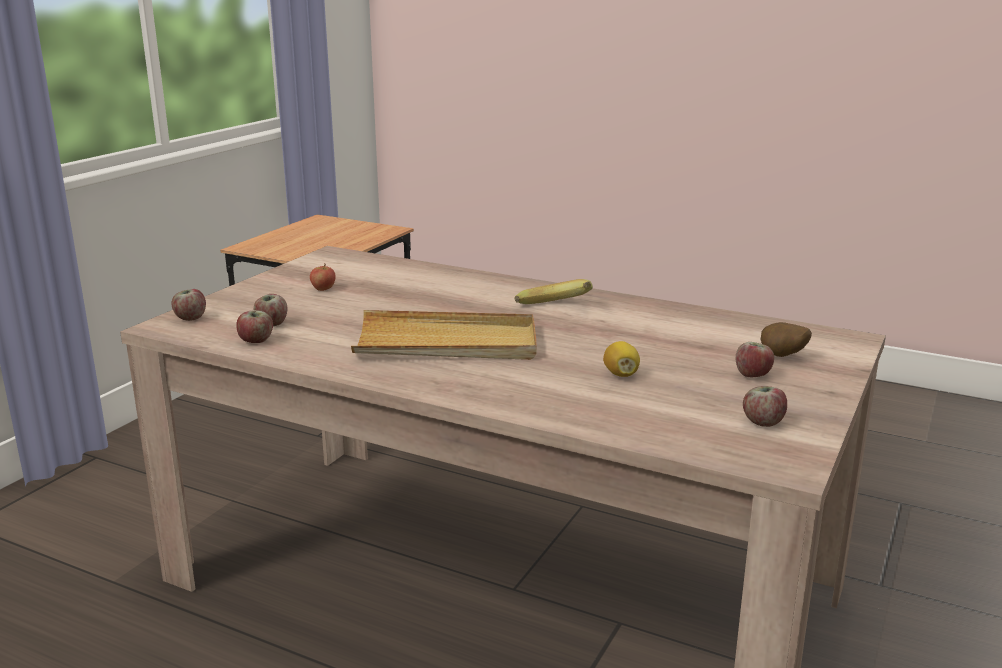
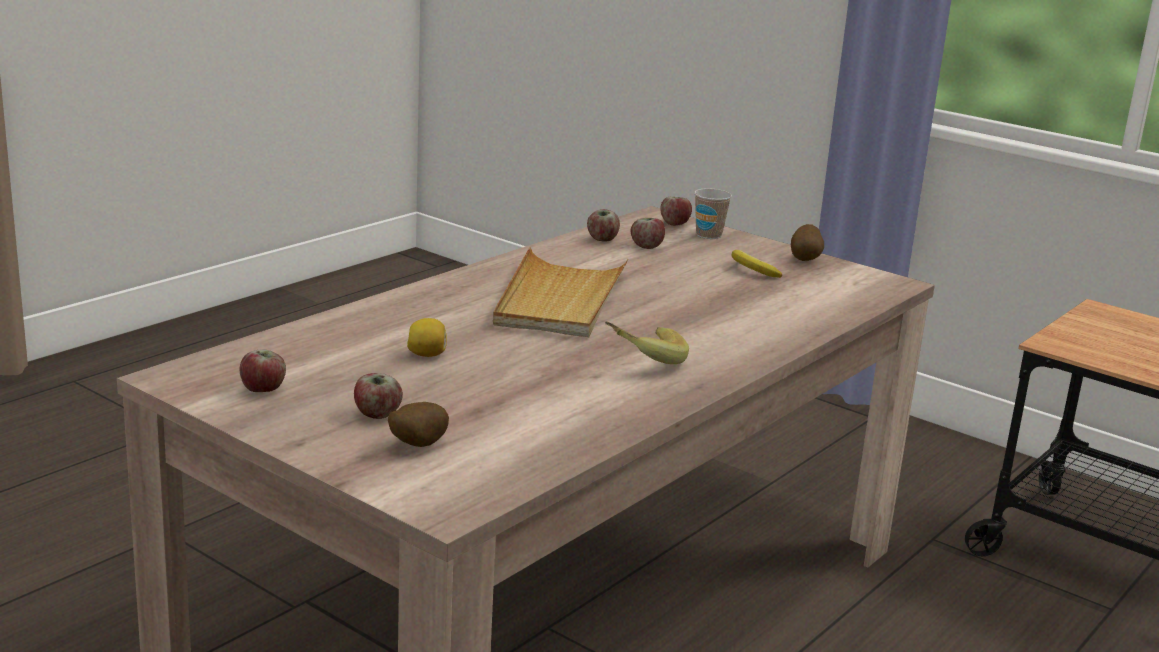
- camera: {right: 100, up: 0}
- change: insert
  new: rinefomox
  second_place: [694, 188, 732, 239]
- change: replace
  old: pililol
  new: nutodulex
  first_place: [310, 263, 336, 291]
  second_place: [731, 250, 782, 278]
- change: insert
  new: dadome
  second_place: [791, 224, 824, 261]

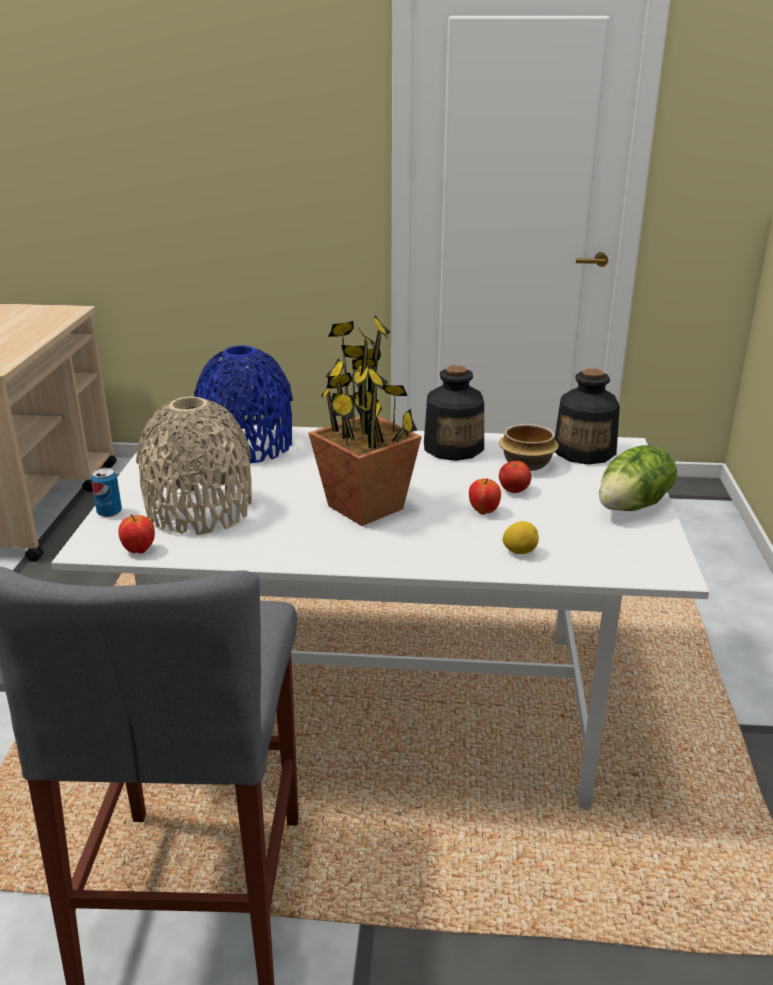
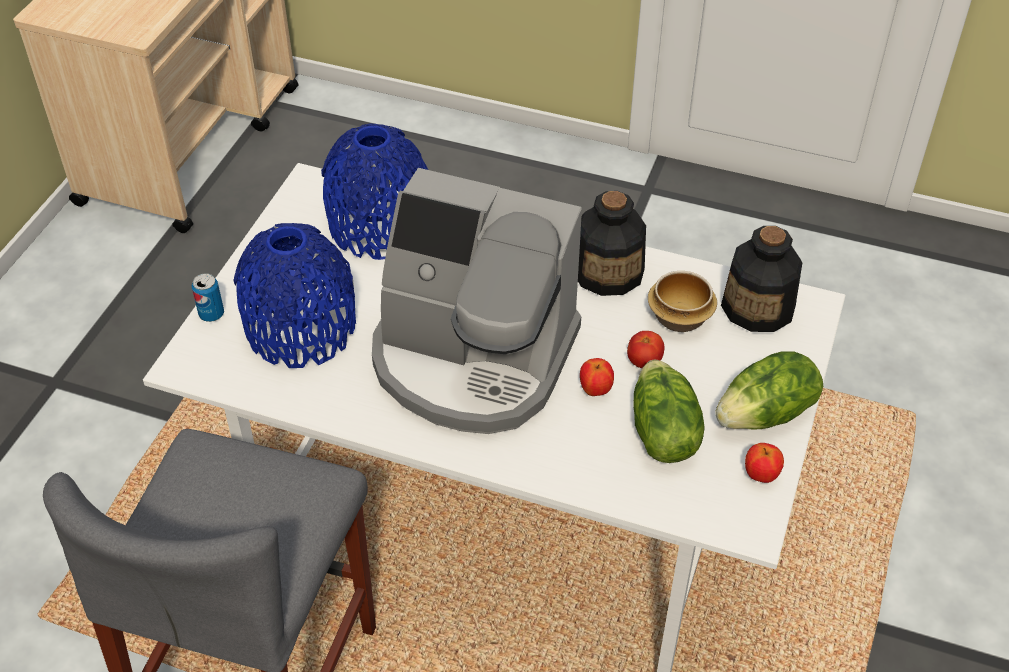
- camera: {right: 15, up: 20}
- change: recolor
  old: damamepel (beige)
  new: damamepel (blue)
  first_place: [136, 397, 252, 535]
  second_place: [233, 223, 356, 368]
- change: replace
  old: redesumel
  new: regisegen
  first_place: [308, 315, 422, 526]
  second_place: [372, 168, 582, 434]
- change: insert
  new: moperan
  second_place: [634, 360, 705, 463]
- change: move
  old: pililol
  first_place: [118, 514, 155, 554]
  second_place: [745, 443, 784, 483]
- change: delete
  old: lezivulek
  first_place: [503, 521, 539, 554]

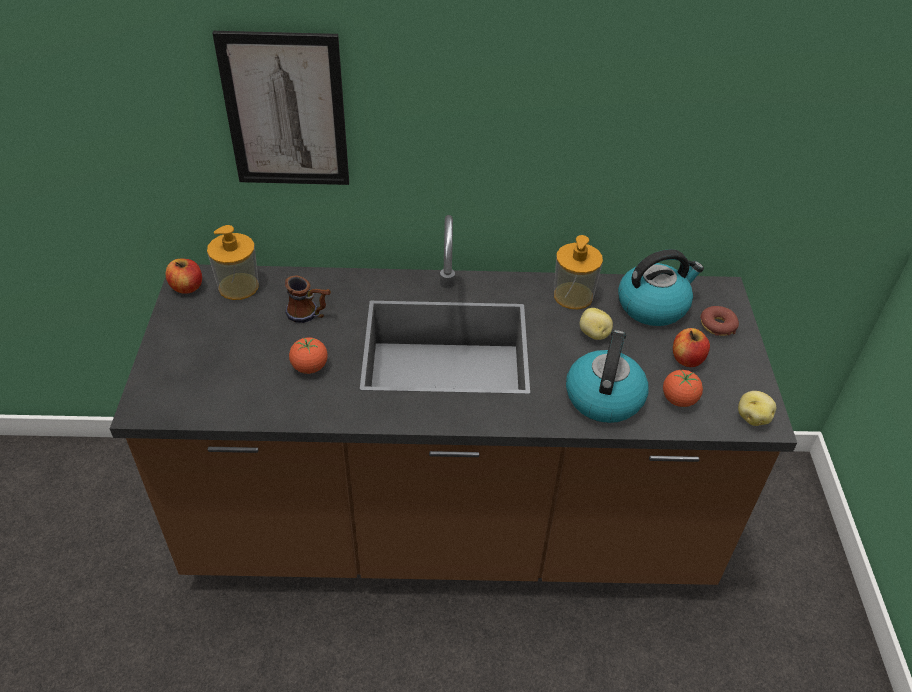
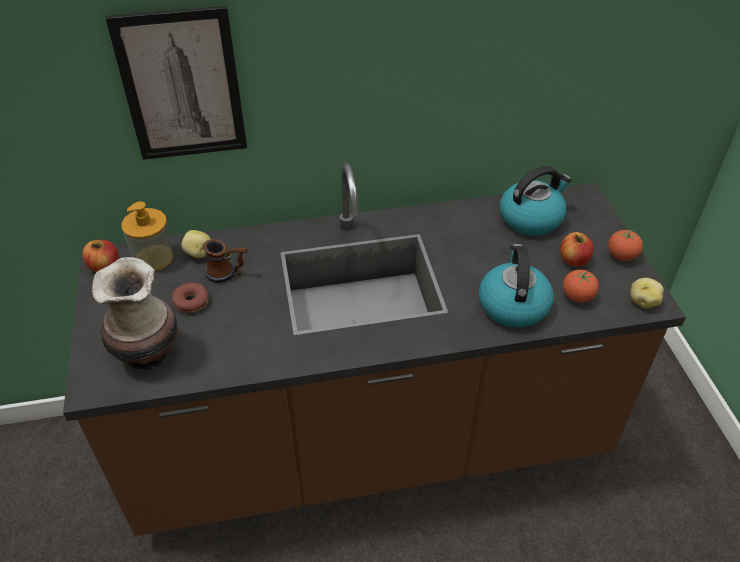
- camera: {right: -10, up: 0}
- change: insert
  new: damamepel
  second_place: [92, 257, 178, 370]
- change: move
  old: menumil
  first_place: [700, 306, 739, 336]
  second_place: [172, 283, 209, 313]
- change: move
  old: dadome
  first_place: [580, 308, 613, 340]
  second_place: [181, 230, 211, 258]
- change: move
  old: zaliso
  first_place: [289, 337, 328, 374]
  second_place: [608, 230, 643, 261]
- change: delete
  old: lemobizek
  first_place: [554, 235, 603, 309]

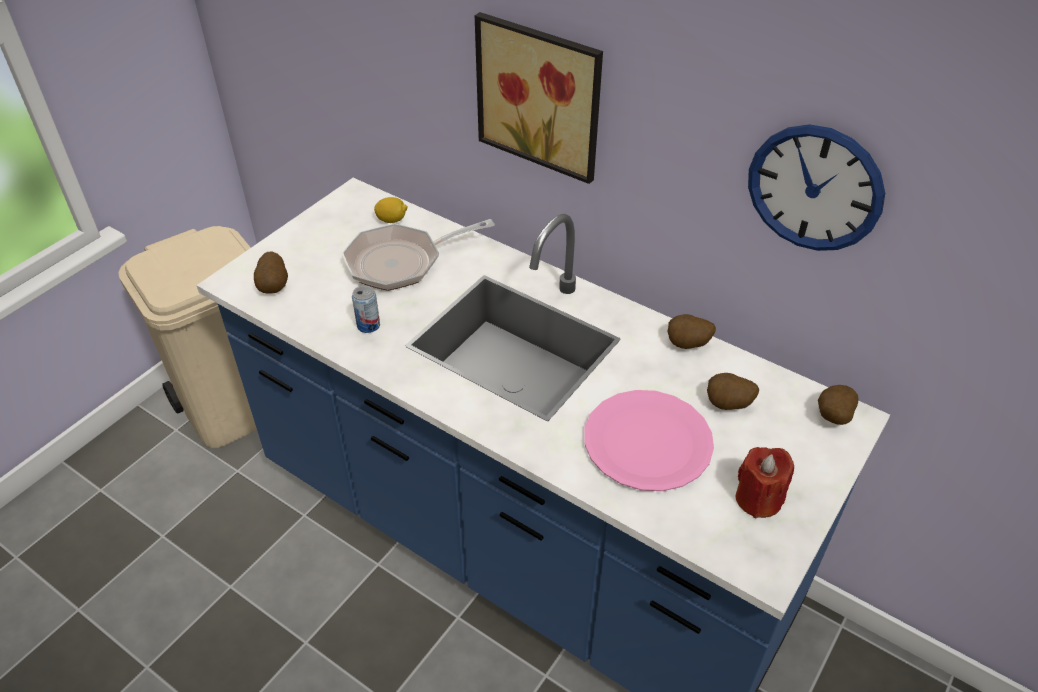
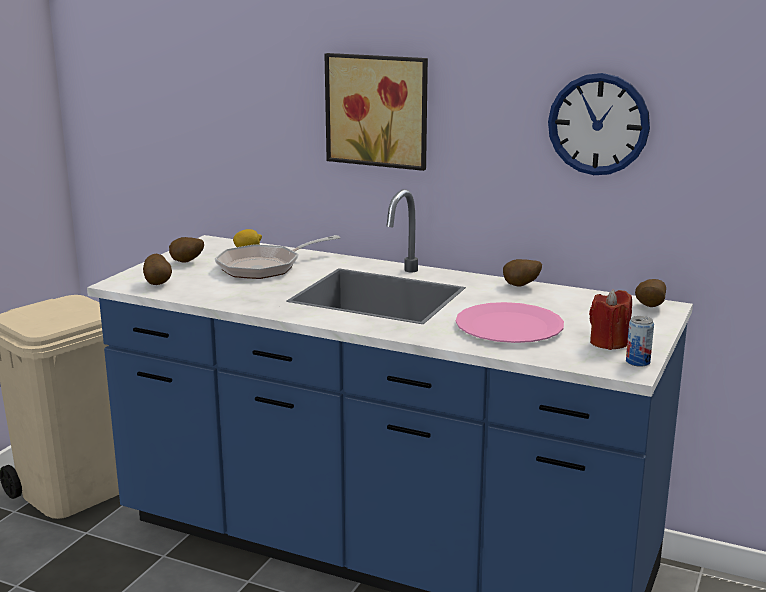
- camera: {right: -10, up: -25}
- change: move
  old: dadome
  first_place: [707, 373, 759, 410]
  second_place: [169, 237, 204, 262]
- change: move
  old: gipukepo
  first_place: [352, 286, 380, 333]
  second_place: [626, 316, 654, 367]

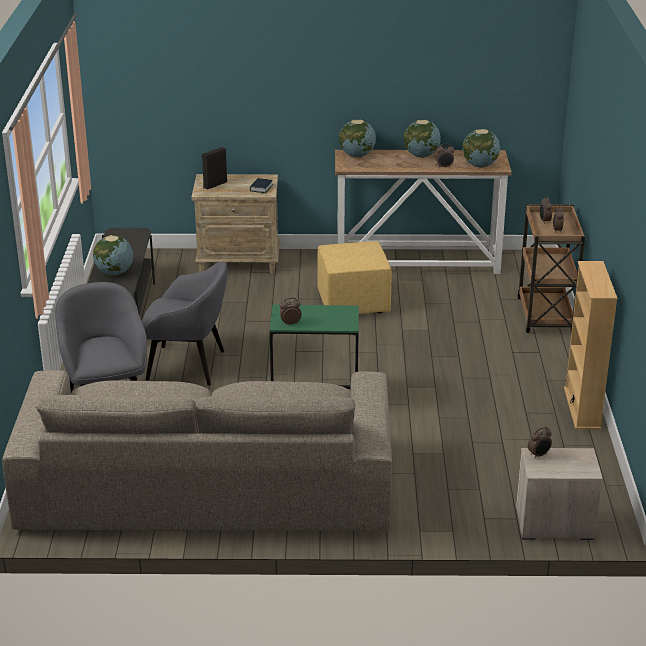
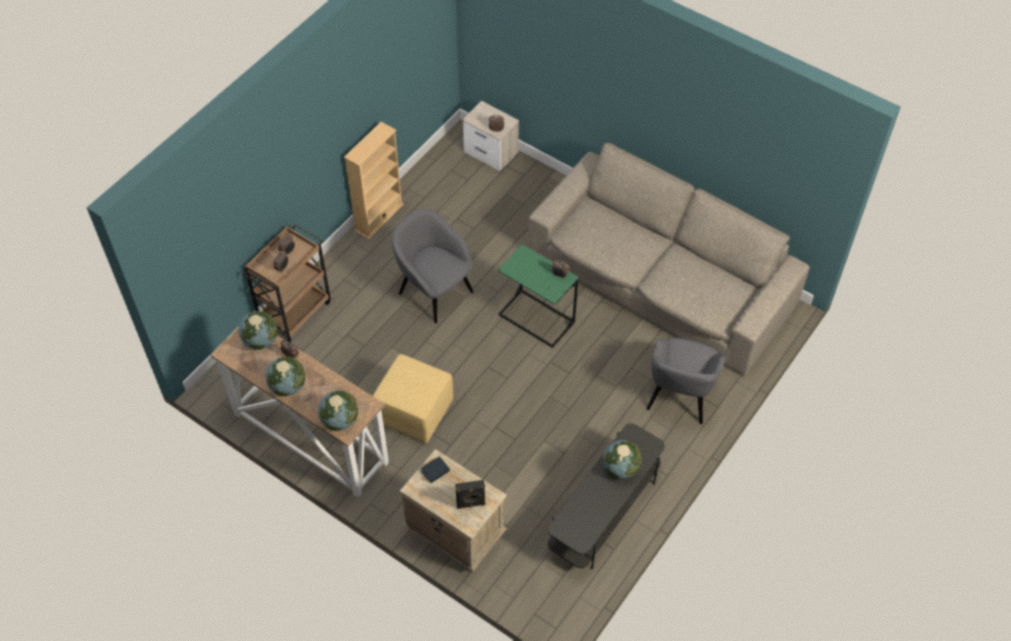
- camera: {right: -145, up: 25}
- change: move
  old: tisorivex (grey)
  first_place: [142, 262, 228, 386]
  second_place: [391, 209, 473, 324]

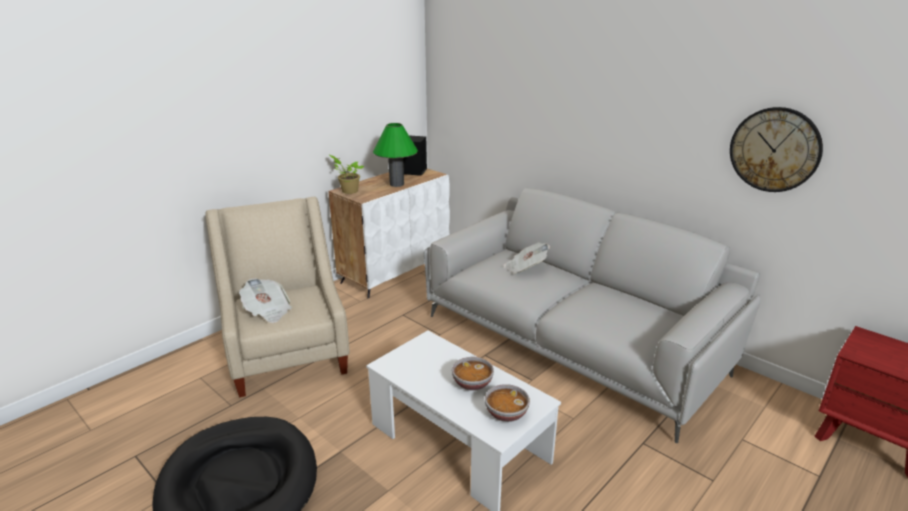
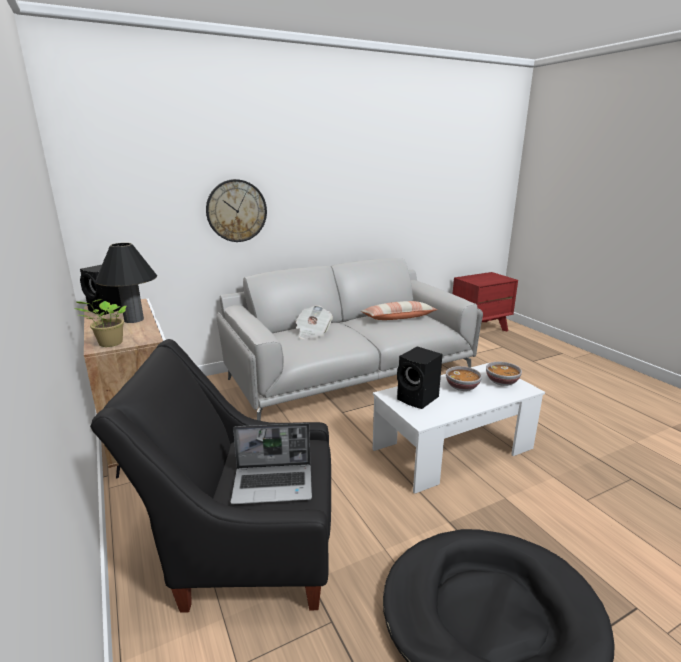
- camera: {right: -70, up: -5}
- change: recolor
  old: tisorivex (beige)
  new: tisorivex (black)
  first_place: [205, 197, 350, 397]
  second_place: [90, 339, 331, 613]
- change: recolor
  old: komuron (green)
  new: komuron (black)
  first_place: [373, 123, 418, 187]
  second_place: [95, 243, 157, 323]
- change: move
  old: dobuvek
  first_place: [730, 107, 823, 192]
  second_place: [206, 179, 267, 242]
- change: replace
  old: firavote
  new: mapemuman
  first_place: [239, 278, 292, 323]
  second_place: [231, 423, 312, 504]
- change: insert
  new: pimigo
  second_place: [361, 301, 437, 320]
- change: insert
  new: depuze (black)
  second_place: [397, 346, 443, 409]

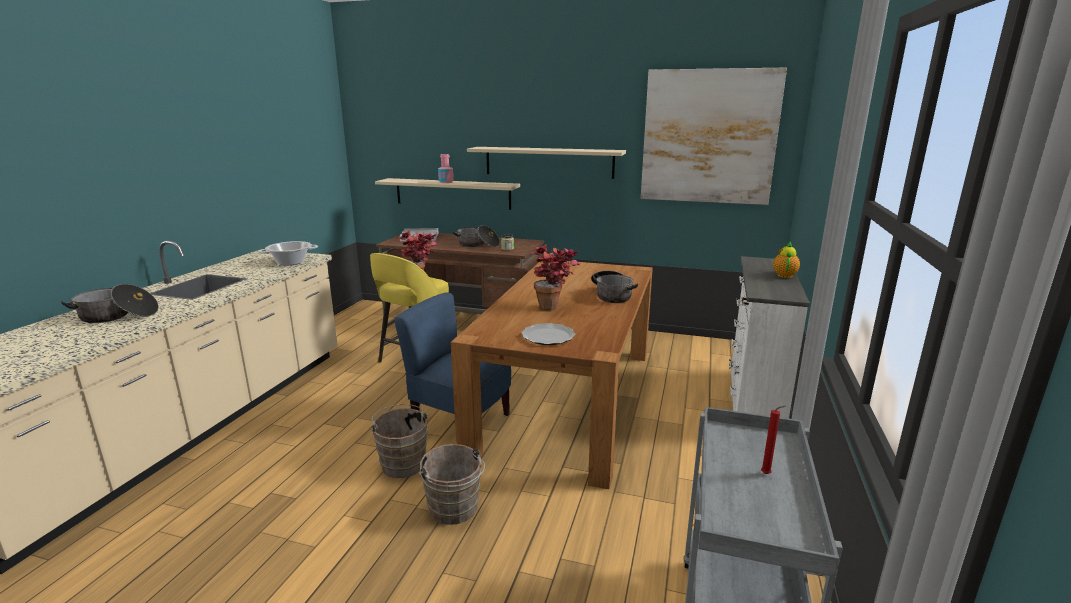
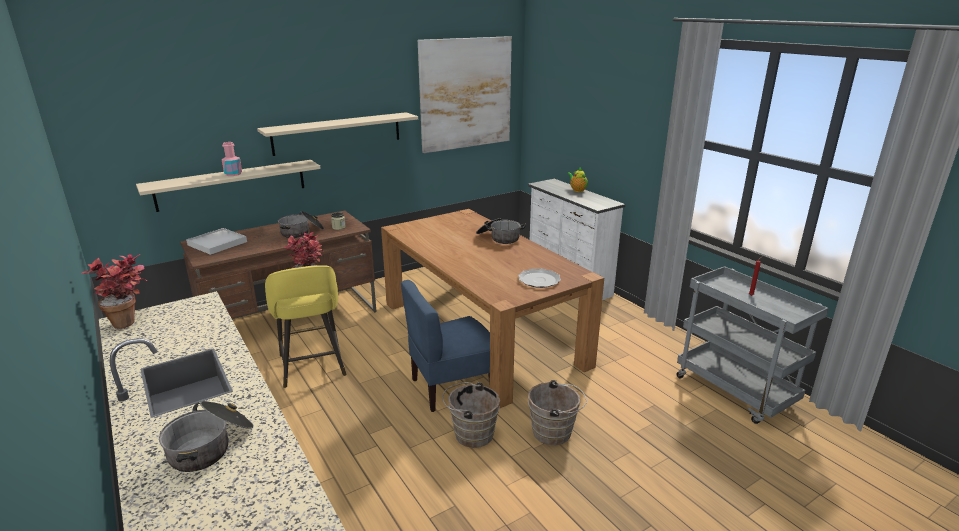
- camera: {right: -50, up: 5}
- change: move
  old: redesumel
  first_place: [531, 244, 580, 310]
  second_place: [82, 254, 147, 329]
- change: delete
  old: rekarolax
  first_place: [259, 241, 318, 265]

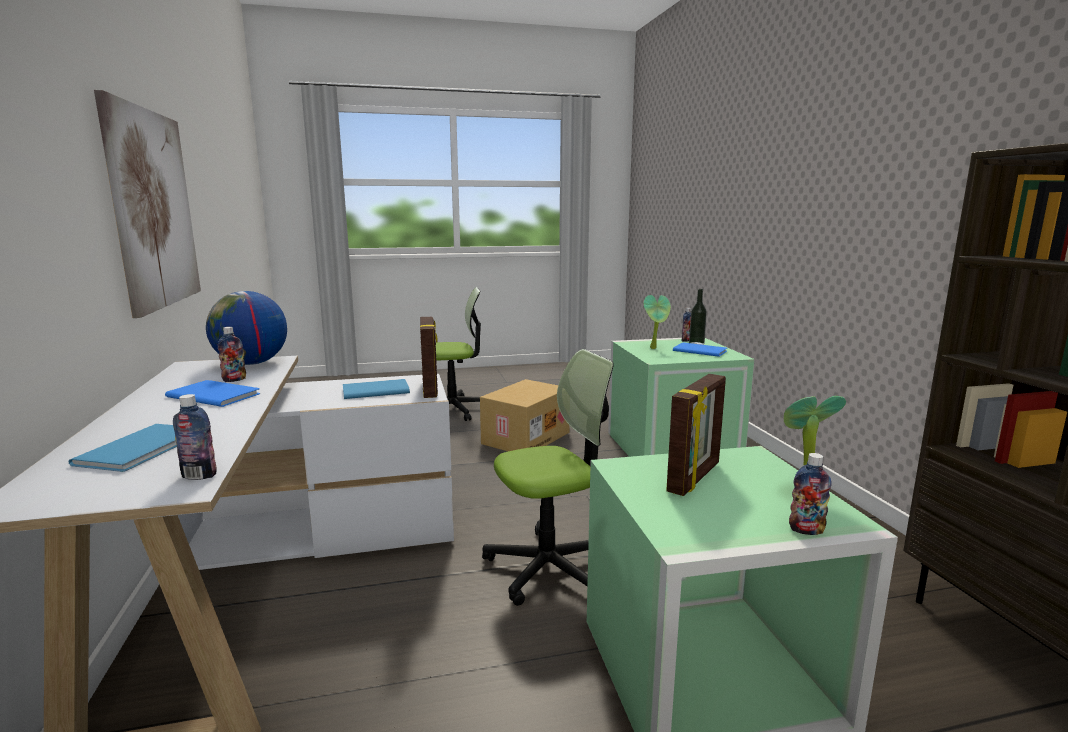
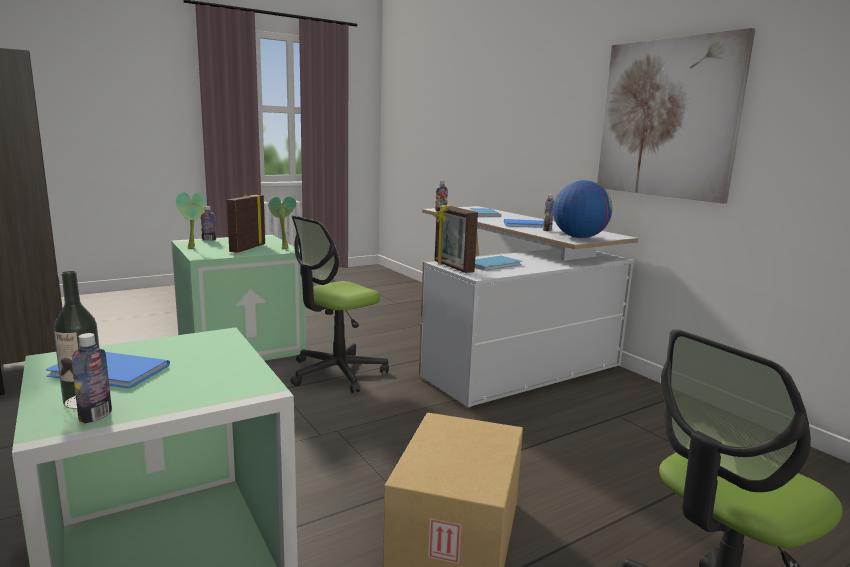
- camera: {right: 160, up: 0}
- change: move
  old: redesumel
  first_place: [644, 295, 671, 349]
  second_place: [268, 196, 296, 249]

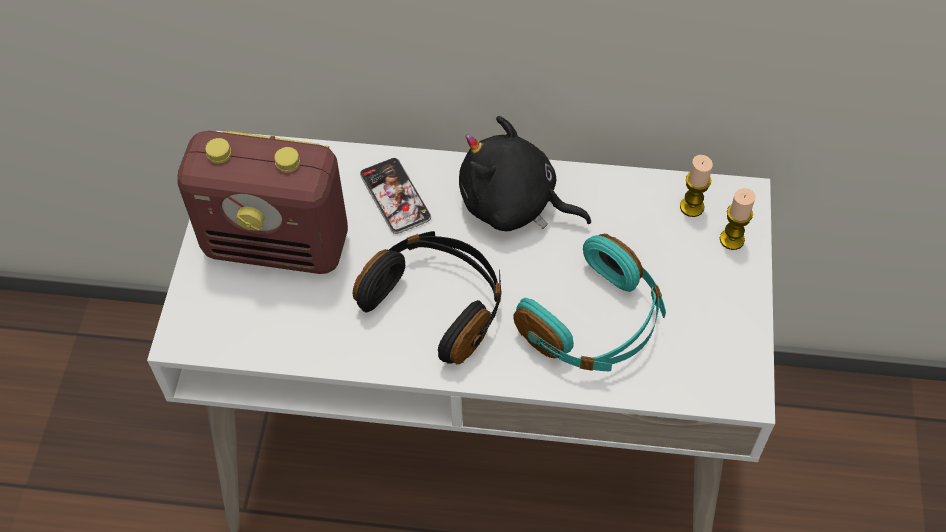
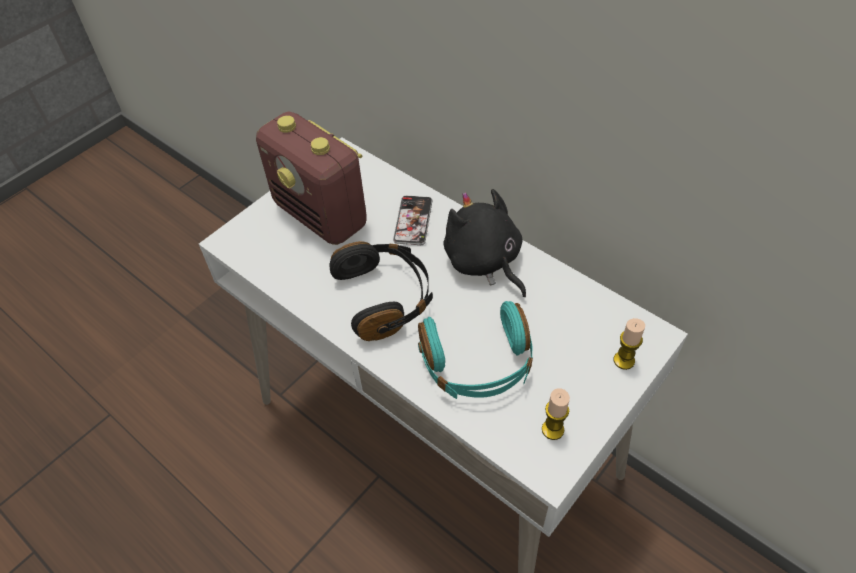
- camera: {right: 35, up: -5}
- change: move
  old: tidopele
  first_place: [680, 155, 713, 217]
  second_place: [542, 388, 570, 440]

